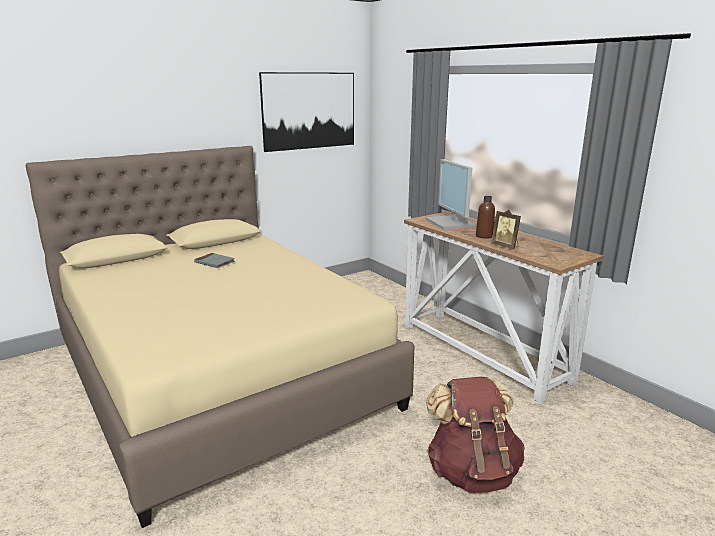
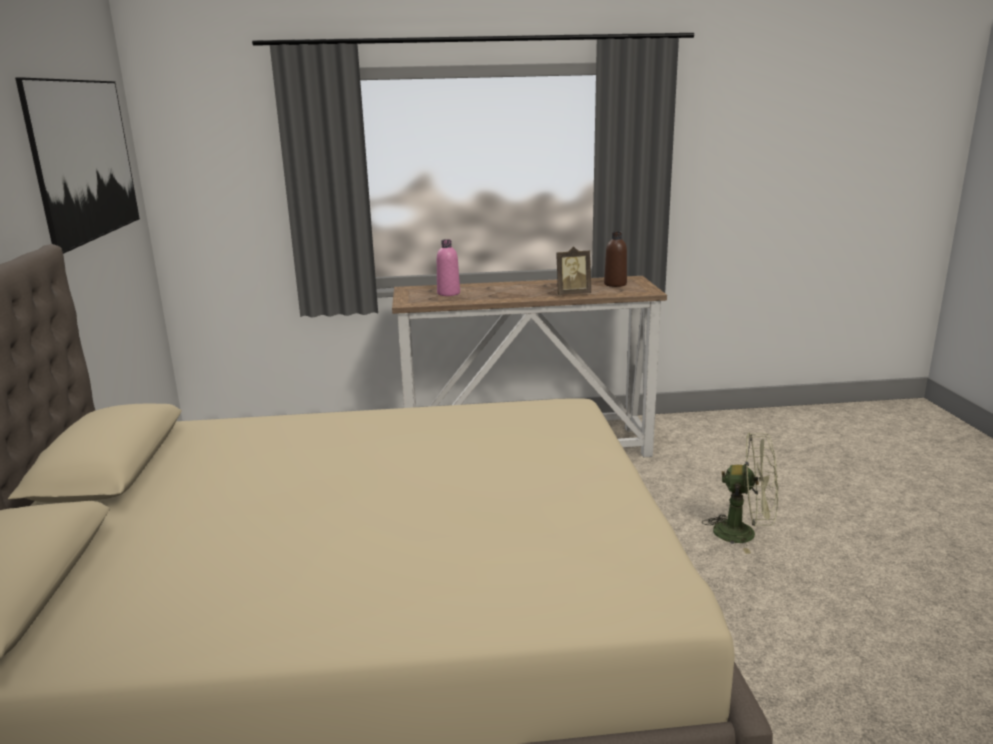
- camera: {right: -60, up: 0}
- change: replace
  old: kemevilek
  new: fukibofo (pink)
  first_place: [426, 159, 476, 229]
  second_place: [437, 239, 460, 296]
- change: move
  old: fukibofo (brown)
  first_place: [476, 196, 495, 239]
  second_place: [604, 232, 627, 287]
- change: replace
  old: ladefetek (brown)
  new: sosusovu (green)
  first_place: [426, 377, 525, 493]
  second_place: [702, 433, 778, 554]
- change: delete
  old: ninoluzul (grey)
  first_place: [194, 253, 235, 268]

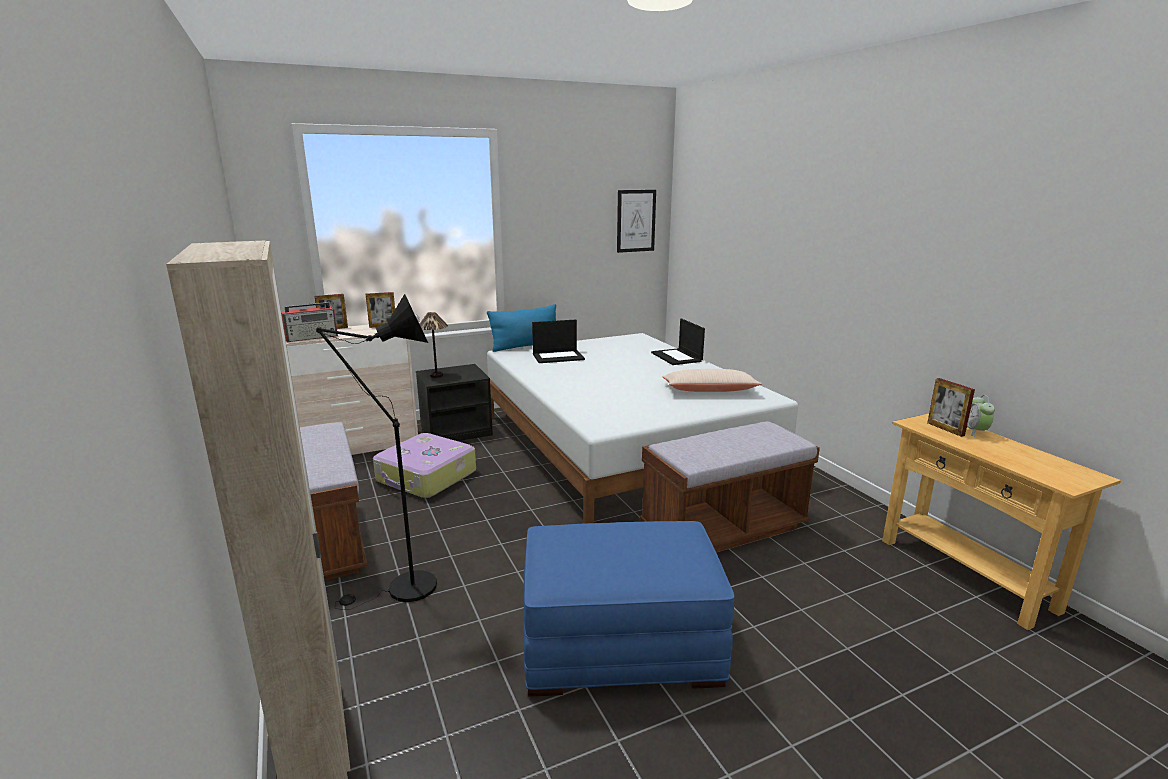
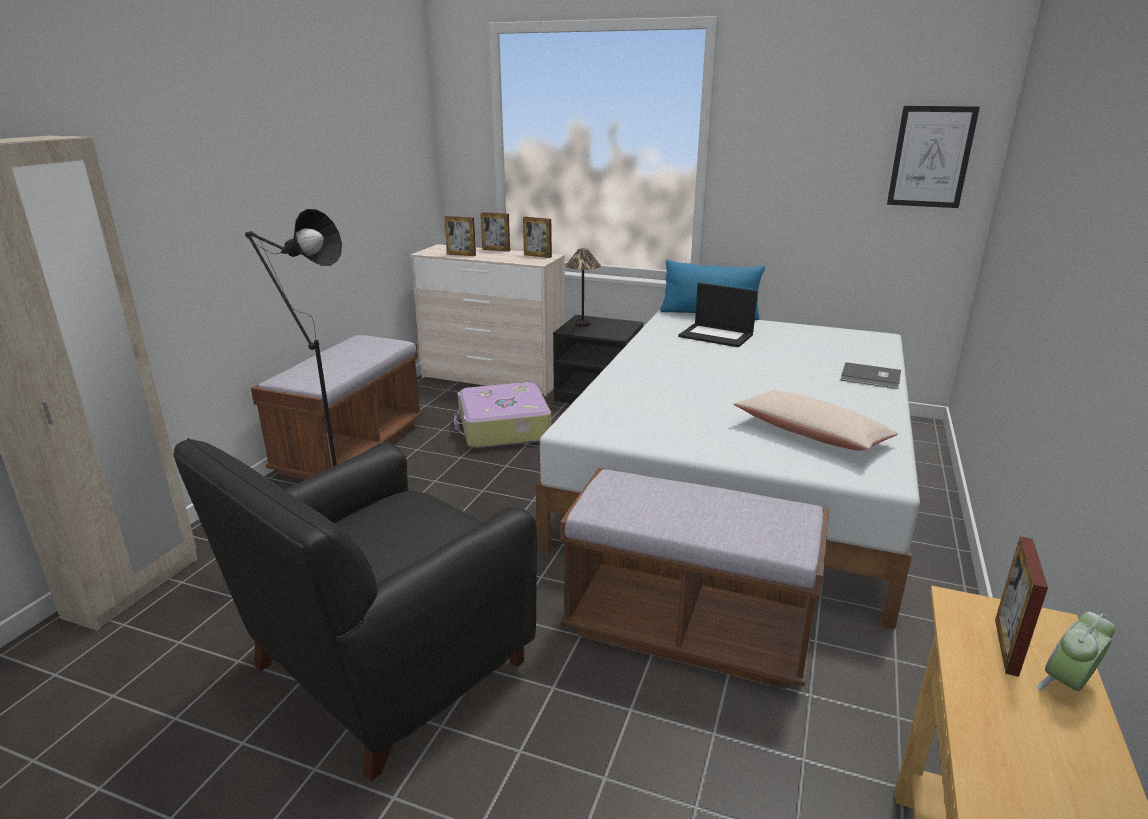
- camera: {right: 45, up: 5}
- change: replace
  old: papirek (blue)
  new: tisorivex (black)
  first_place: [524, 521, 735, 697]
  second_place: [173, 438, 537, 781]
- change: replace
  old: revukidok
  new: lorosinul
  first_place: [281, 301, 338, 342]
  second_place: [444, 216, 476, 256]
- change: replace
  old: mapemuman
  new: ninoluzul (grey)
  first_place: [651, 318, 705, 365]
  second_place: [841, 362, 901, 389]

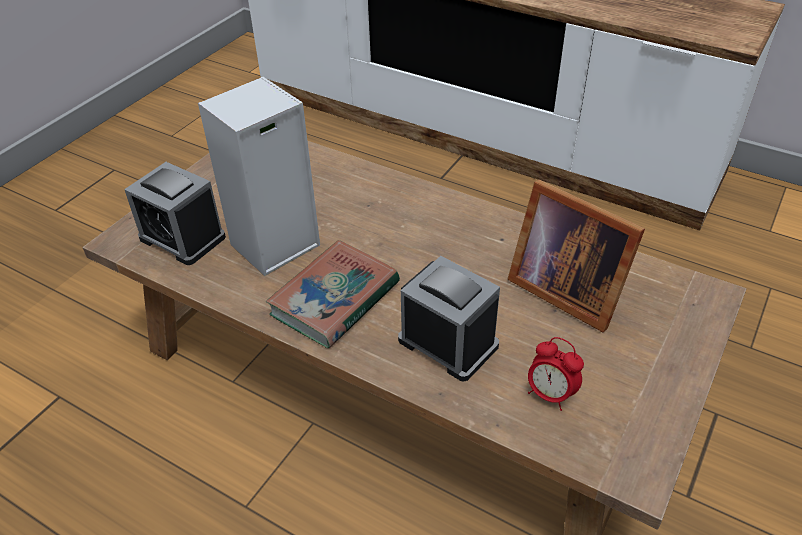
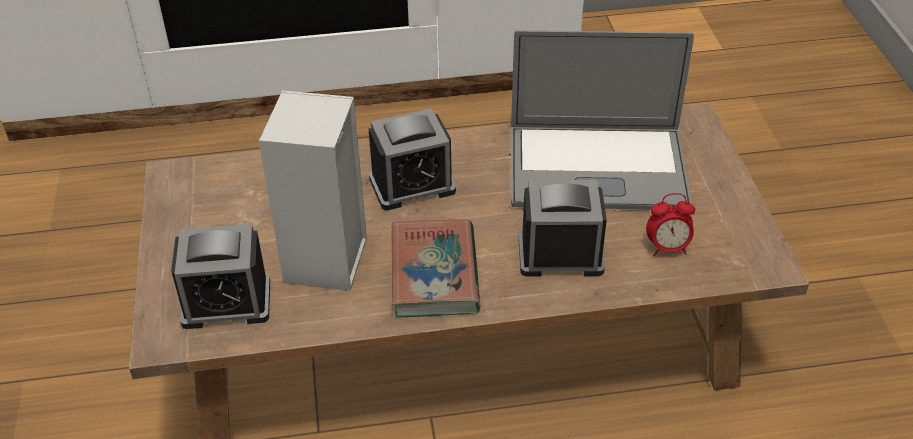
- camera: {right: -40, up: 0}
- change: insert
  new: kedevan
  second_place: [369, 108, 456, 210]
- change: replace
  old: lorosinul
  new: mapemuman
  first_place: [508, 180, 645, 332]
  second_place: [511, 30, 694, 209]

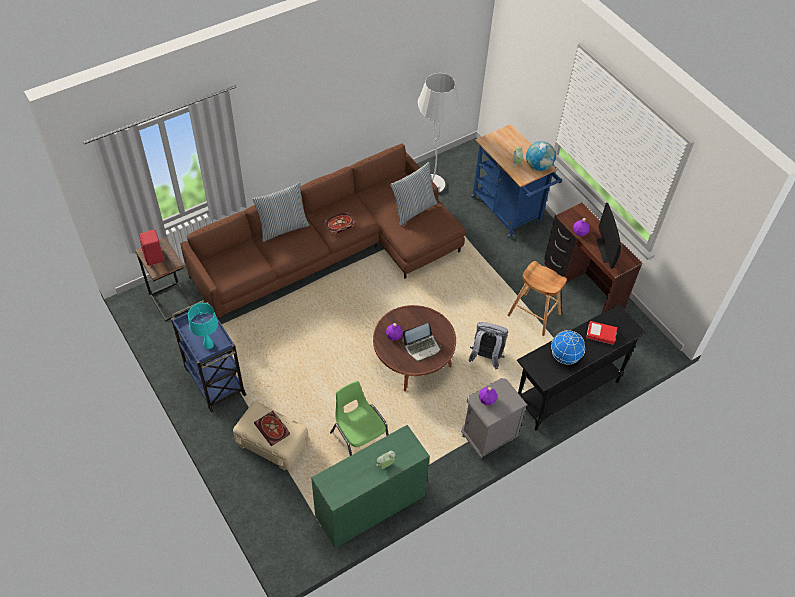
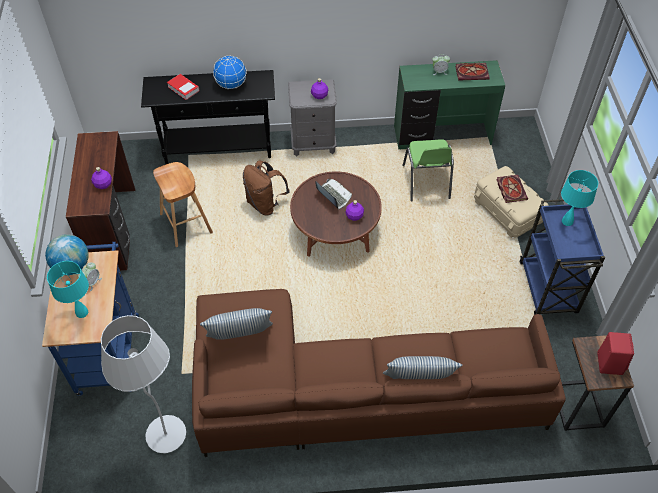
- camera: {right: -150, up: 0}
- change: insert
  new: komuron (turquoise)
  second_place: [47, 261, 89, 318]
- change: recolor
  old: ladefetek (grey)
  new: ladefetek (brown)
  first_place: [468, 322, 508, 370]
  second_place: [243, 160, 290, 215]
- change: rotate
  old: mapemuman
  first_place: [403, 323, 442, 362]
  second_place: [315, 179, 352, 210]
  degrees: 45
- change: move
  old: ninoluzul
  first_place: [323, 211, 356, 235]
  second_place: [455, 63, 490, 81]
- change: delete
  old: kemevilek
  first_place: [597, 203, 621, 269]

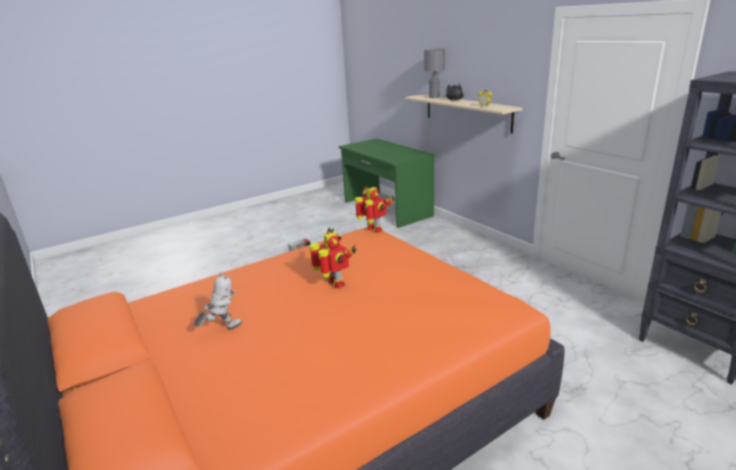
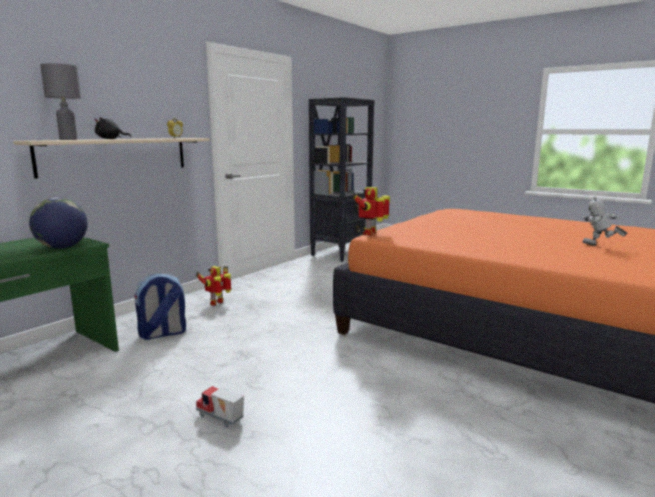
- camera: {right: -110, up: -10}
- change: insert
  new: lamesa
  second_place: [29, 197, 88, 249]
- change: insert
  new: ladefetek
  second_place: [134, 273, 186, 340]
- change: move
  old: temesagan
  first_place: [309, 228, 356, 288]
  second_place: [196, 266, 232, 306]

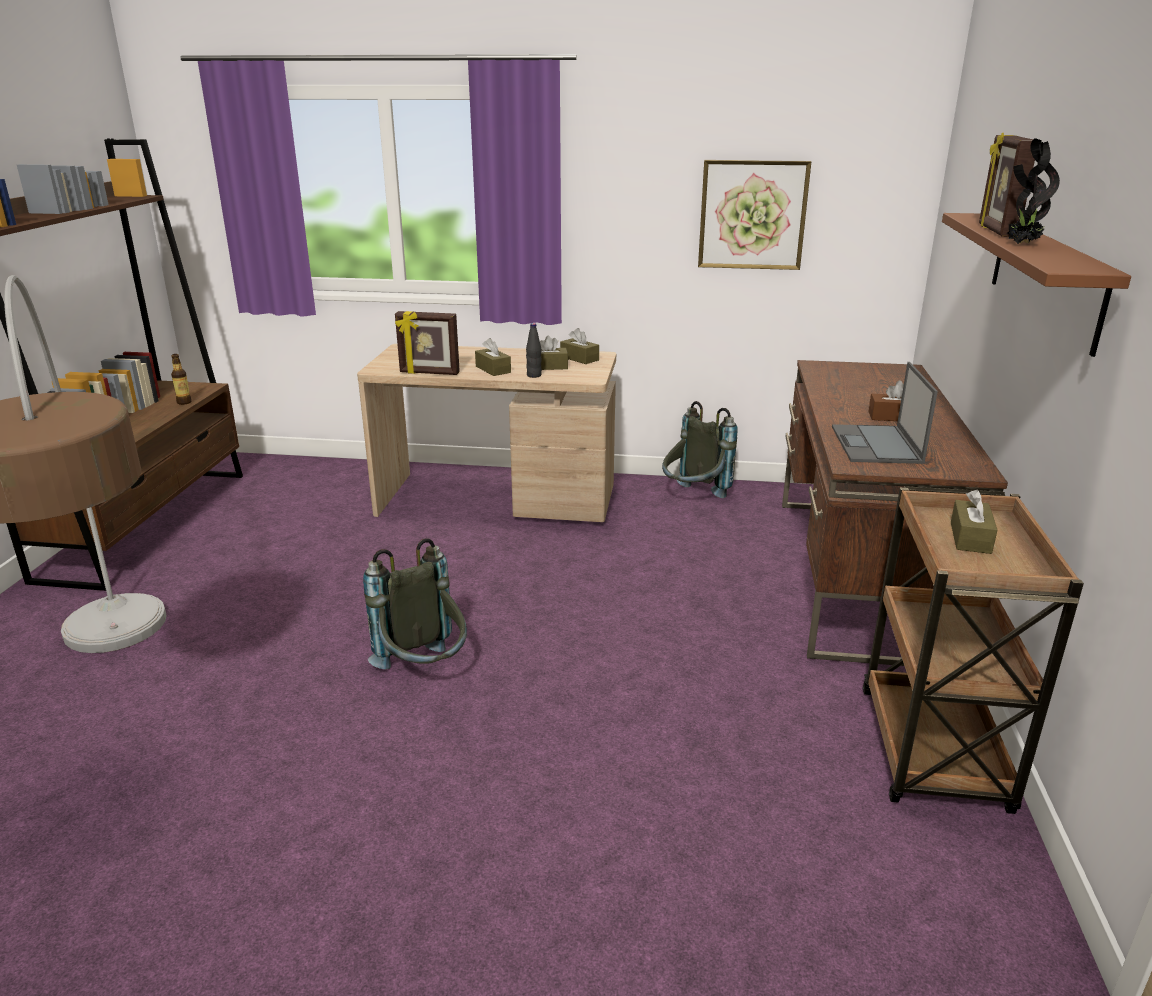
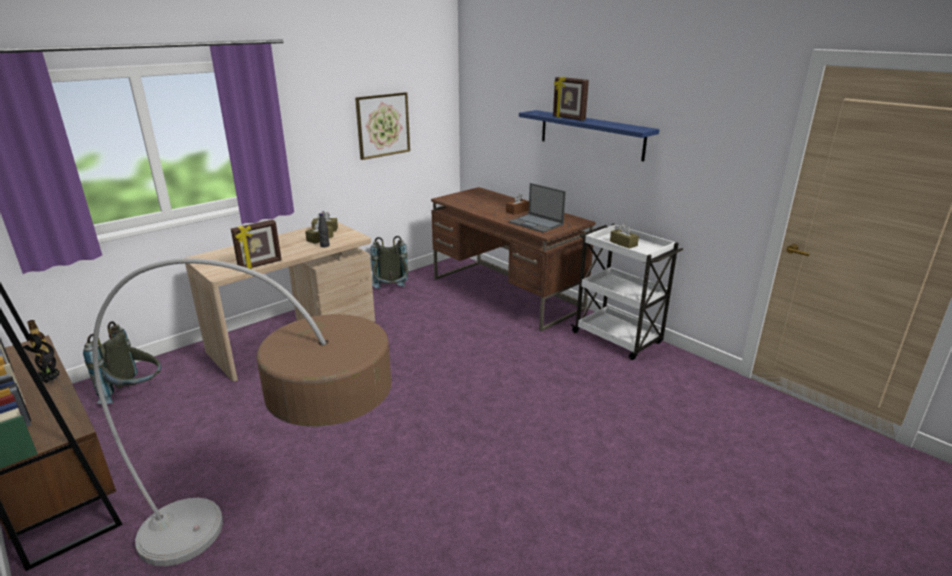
- camera: {right: -50, up: 0}
- change: move
  old: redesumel
  first_place: [1007, 138, 1060, 244]
  second_place: [23, 333, 60, 383]
- change: move
  old: ladefetek (grey)
  first_place: [363, 538, 467, 669]
  second_place: [83, 321, 161, 404]
- change: recolor
  old: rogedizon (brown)
  new: rogedizon (blue)
  first_place: [942, 213, 1131, 357]
  second_place: [519, 110, 660, 162]
- change: recolor
  old: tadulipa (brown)
  new: tadulipa (white)
  first_place: [862, 486, 1084, 814]
  second_place: [571, 224, 683, 360]
- change: delete
  old: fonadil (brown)
  first_place: [475, 338, 511, 376]

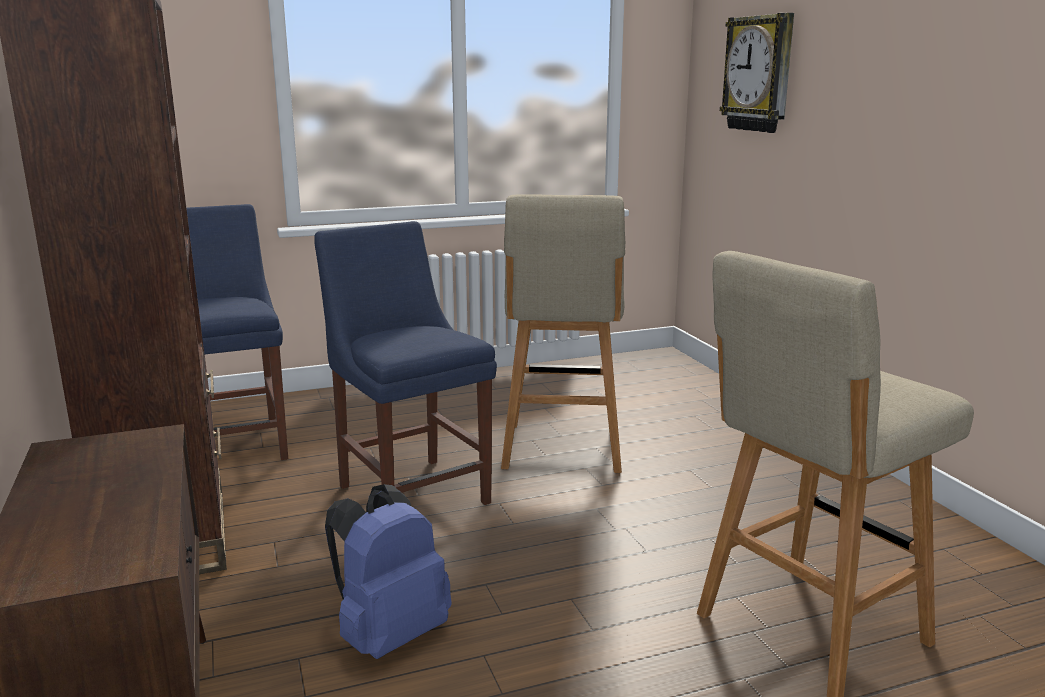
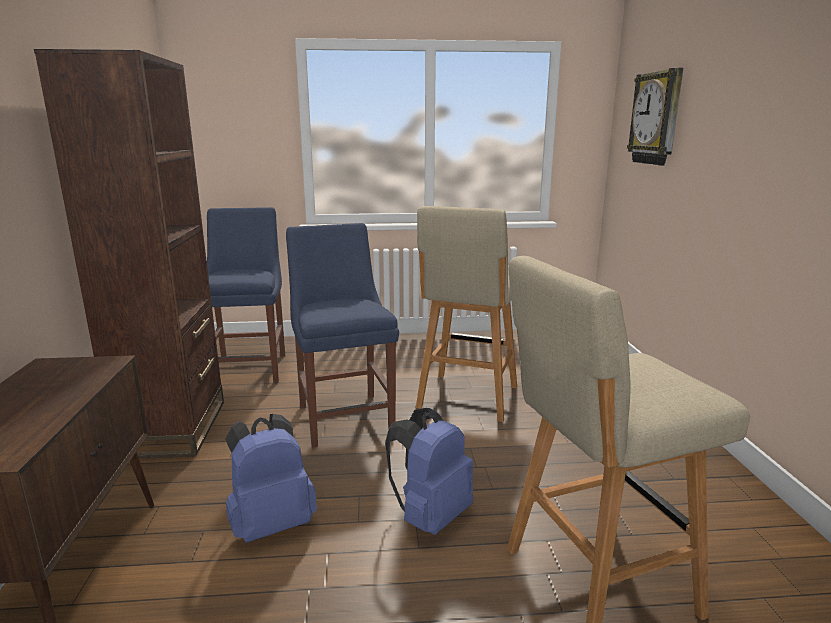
- camera: {right: 15, up: 0}
- change: insert
  new: ladefetek (blue)
  second_place: [385, 408, 473, 535]

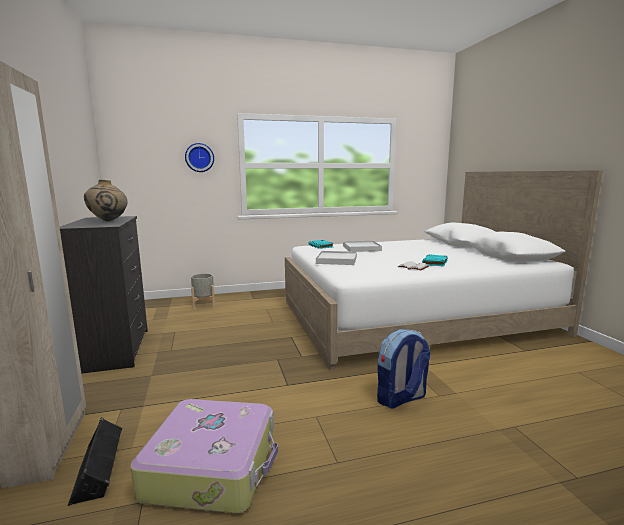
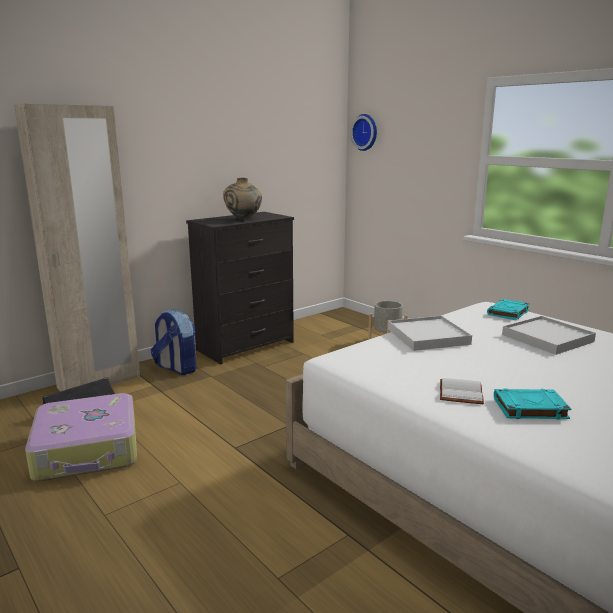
- camera: {right: 65, up: 5}
- change: move
  old: ladefetek
  first_place: [377, 329, 431, 409]
  second_place: [151, 309, 196, 375]
- change: move
  old: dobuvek
  first_place: [185, 143, 214, 172]
  second_place: [350, 114, 377, 151]

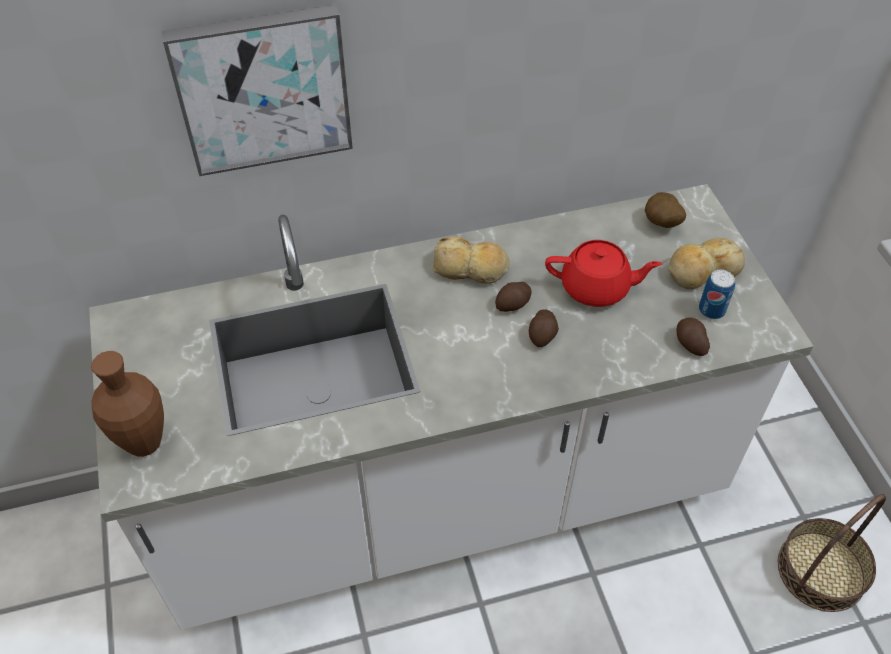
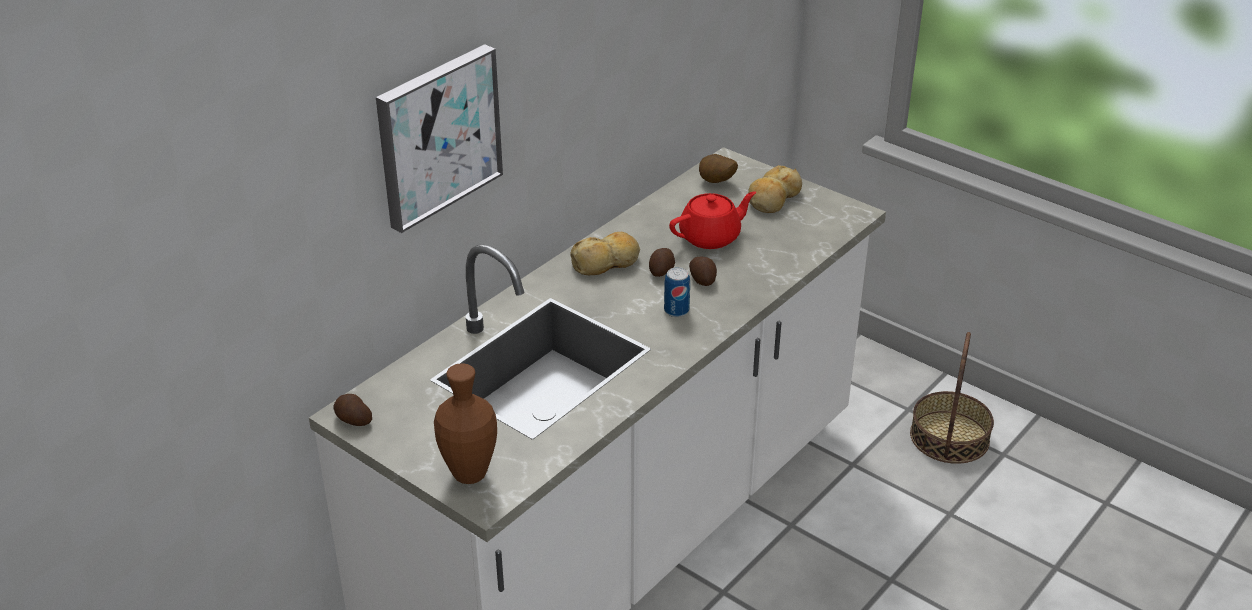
- camera: {right: -35, up: -15}
- change: move
  old: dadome
  first_place: [677, 318, 710, 356]
  second_place: [333, 394, 372, 426]
- change: move
  old: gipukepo
  first_place: [699, 269, 735, 319]
  second_place: [664, 267, 690, 317]

